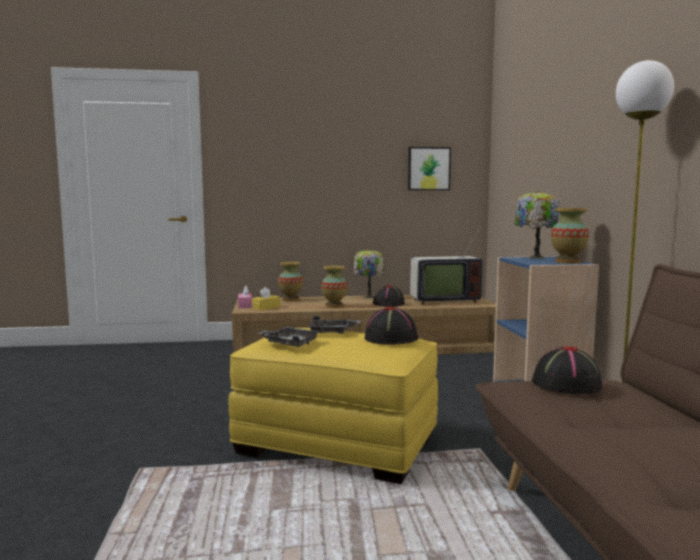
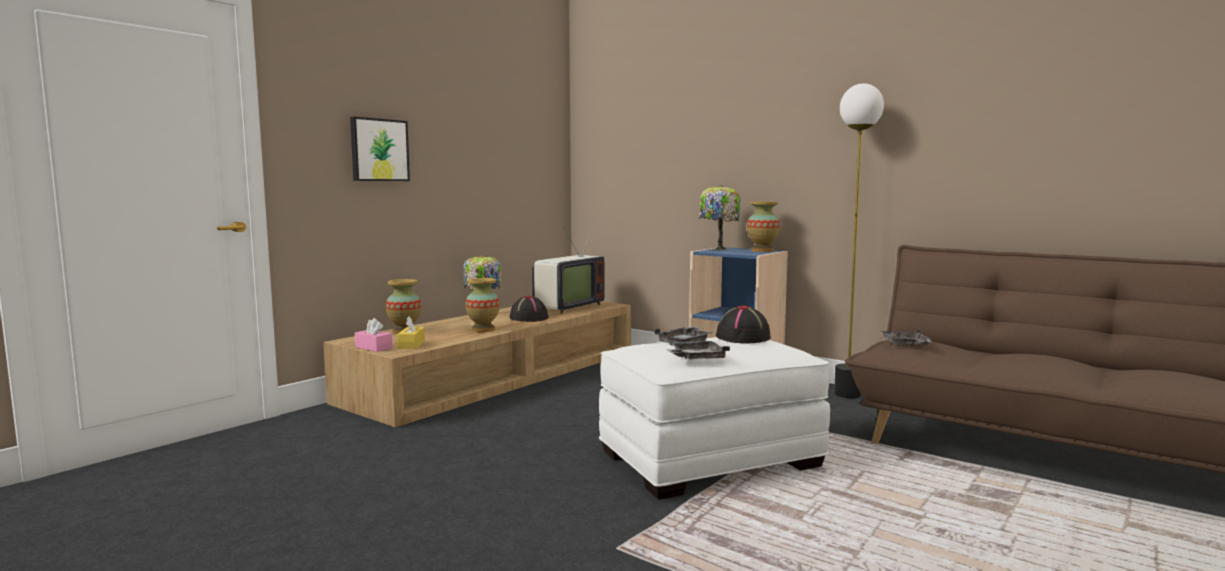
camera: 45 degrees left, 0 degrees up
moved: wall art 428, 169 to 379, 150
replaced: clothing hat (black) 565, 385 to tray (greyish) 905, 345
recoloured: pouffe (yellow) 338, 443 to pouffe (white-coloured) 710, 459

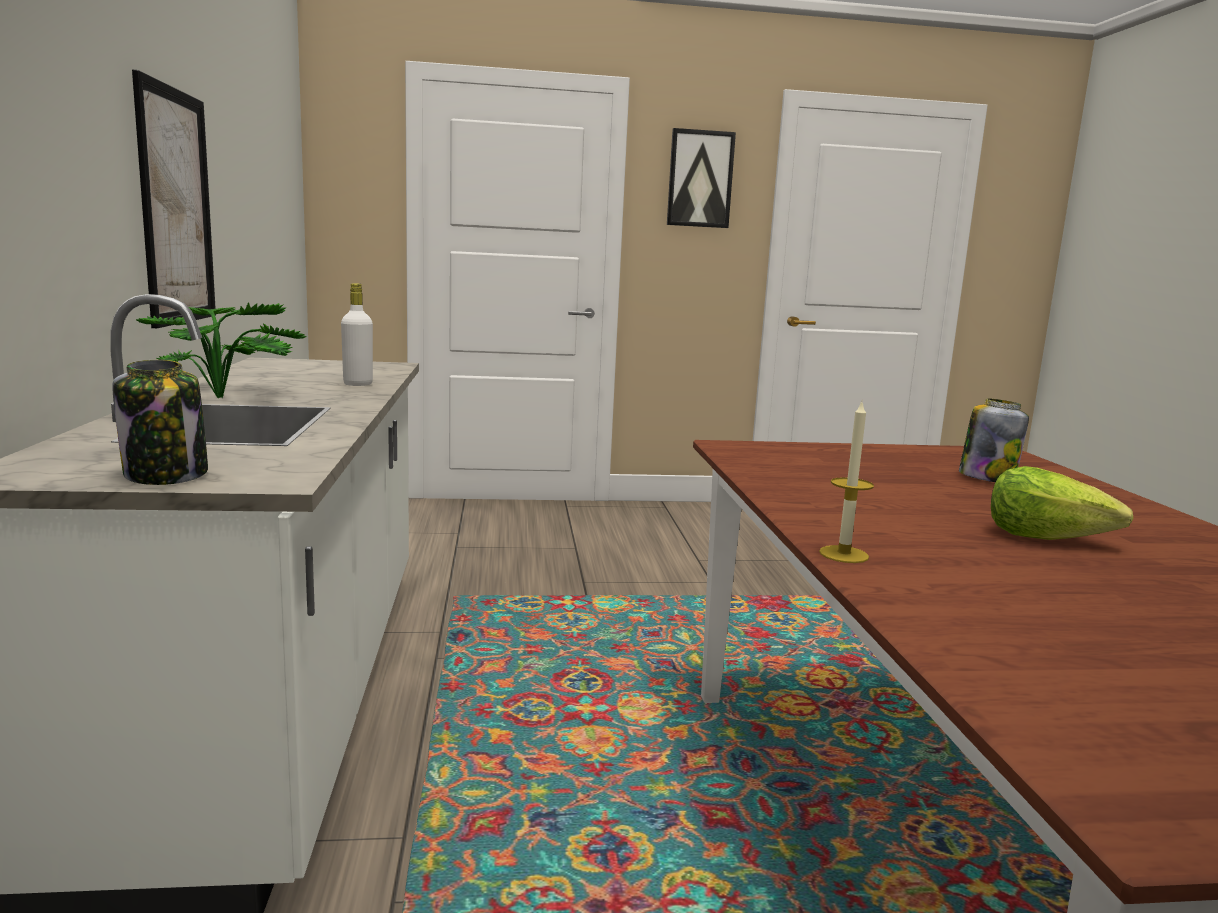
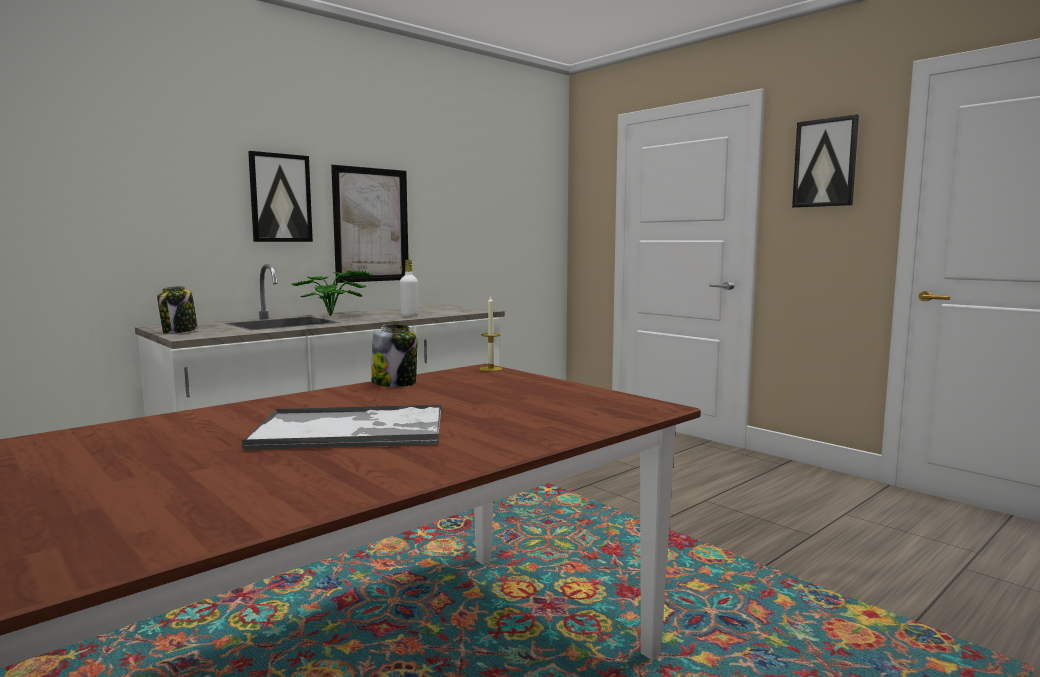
camera: 55 degrees right, 5 degrees down
added: wall art 280, 198
moved: wax candle 843, 554 to 490, 369; jar 986, 478 to 395, 383
replaced: head of lettuce 1046, 537 to tray 353, 430

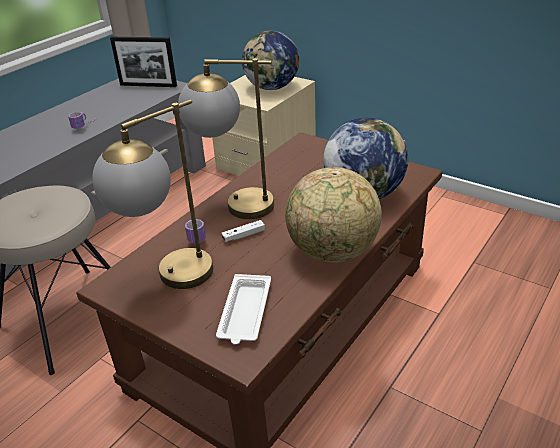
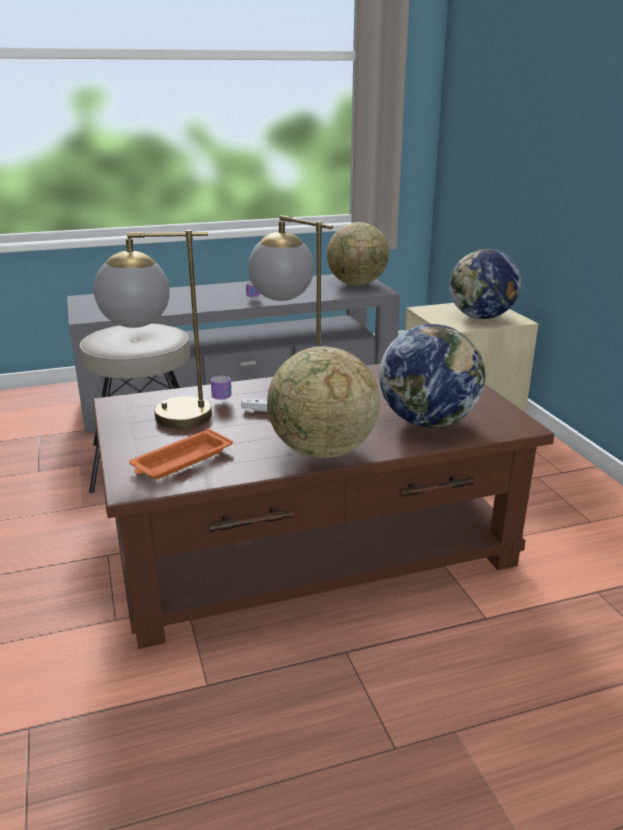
camera: 35 degrees right, 10 degrees down
replaced: photo frame 148, 85 to desk globe 357, 284
recoloured: tray (white-coloured) 245, 313 to tray (orange) 180, 461

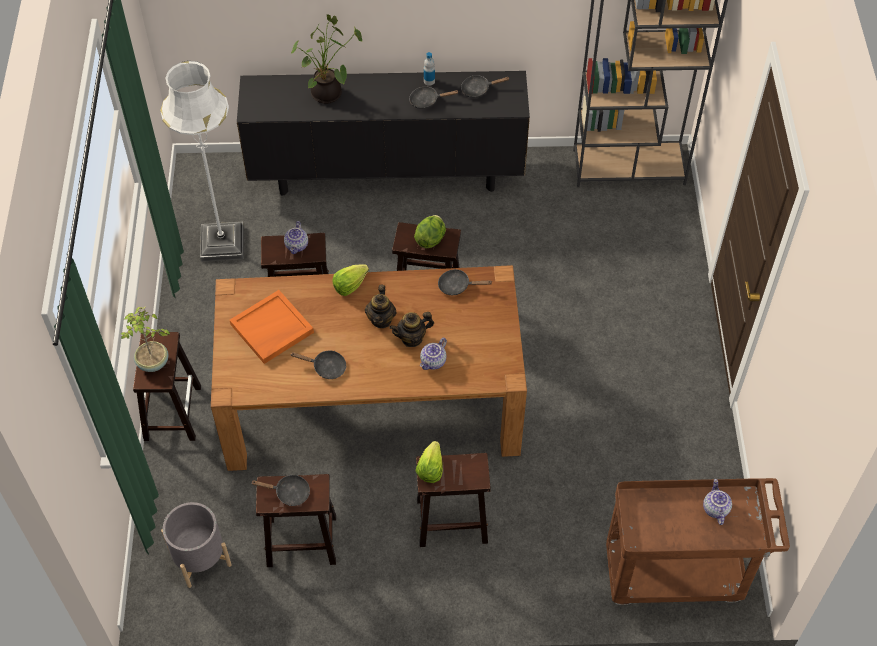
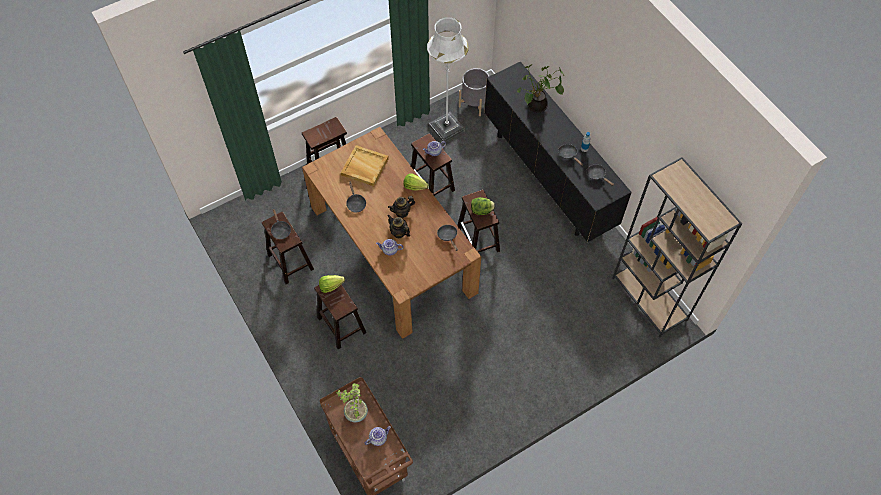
camera: 60 degrees right, 5 degrees up
moved: houseplant 153, 363 to 355, 413; planter (greyish) 200, 558 to 475, 103
recoloured: tray (orange) 271, 329 to tray (sand-coloured) 364, 167

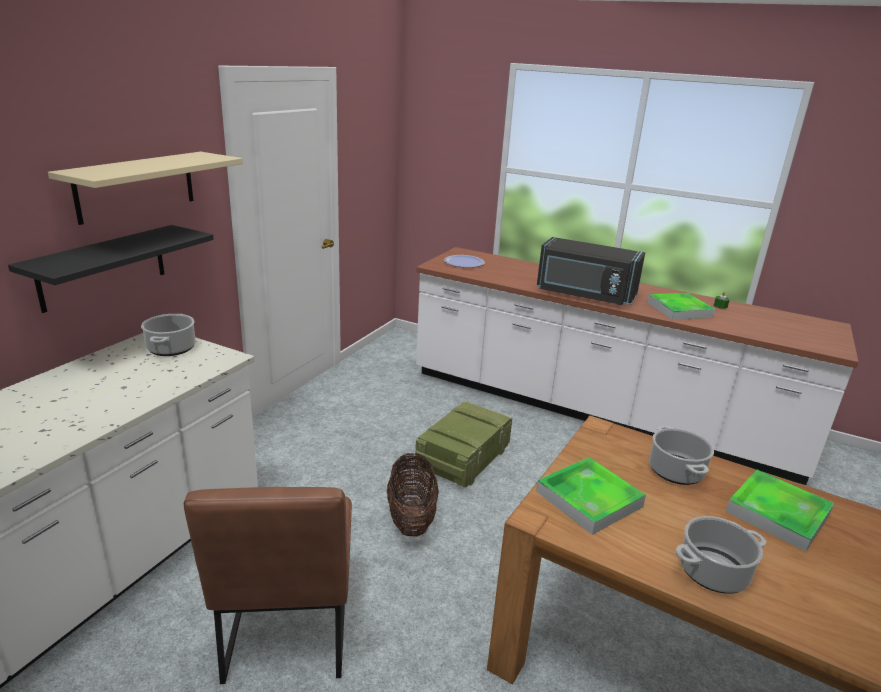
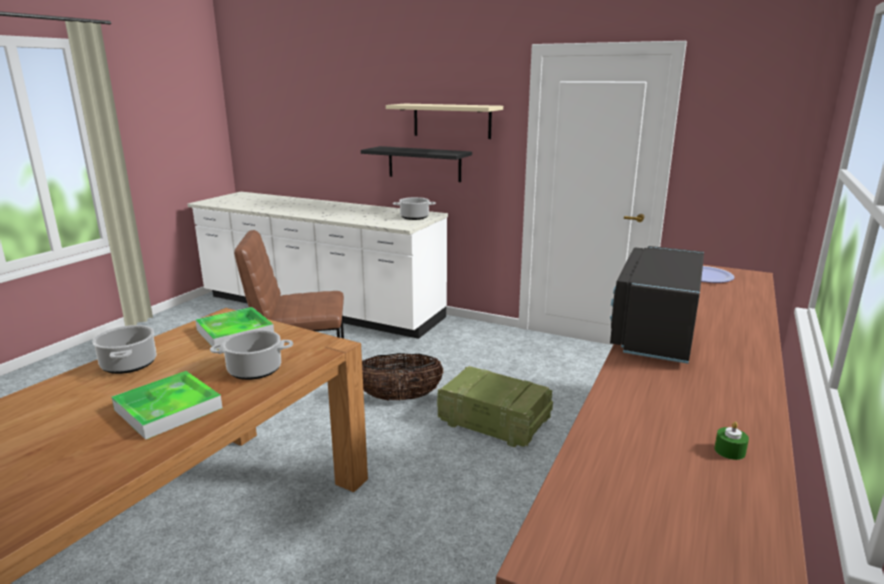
camera: 90 degrees right, 5 degrees down
removed: tray 679, 310

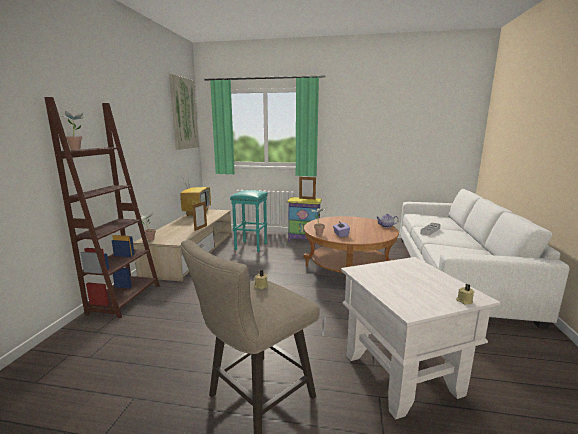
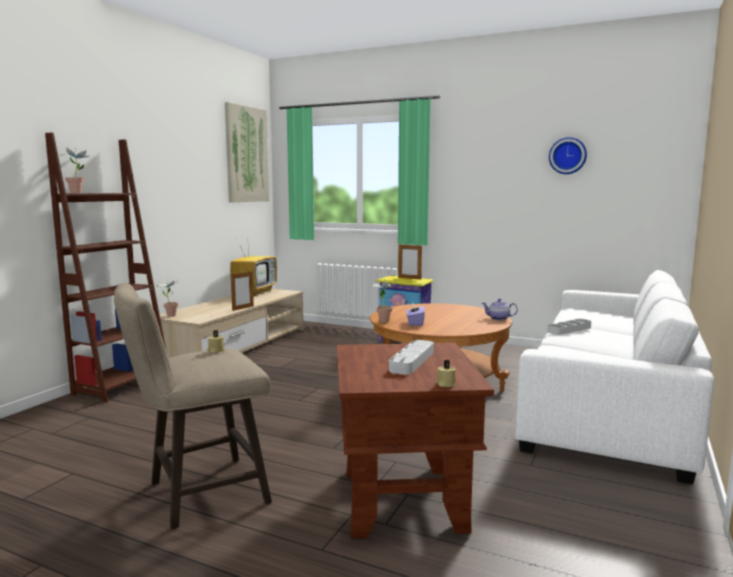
camera: 15 degrees right, 5 degrees down
removed: sitting stool (blue-green) 251, 246
added: tray (greyish) 412, 361; clock on the wall 567, 156
recoloured: end table (white-coloured) 401, 373 to end table (brown) 403, 499

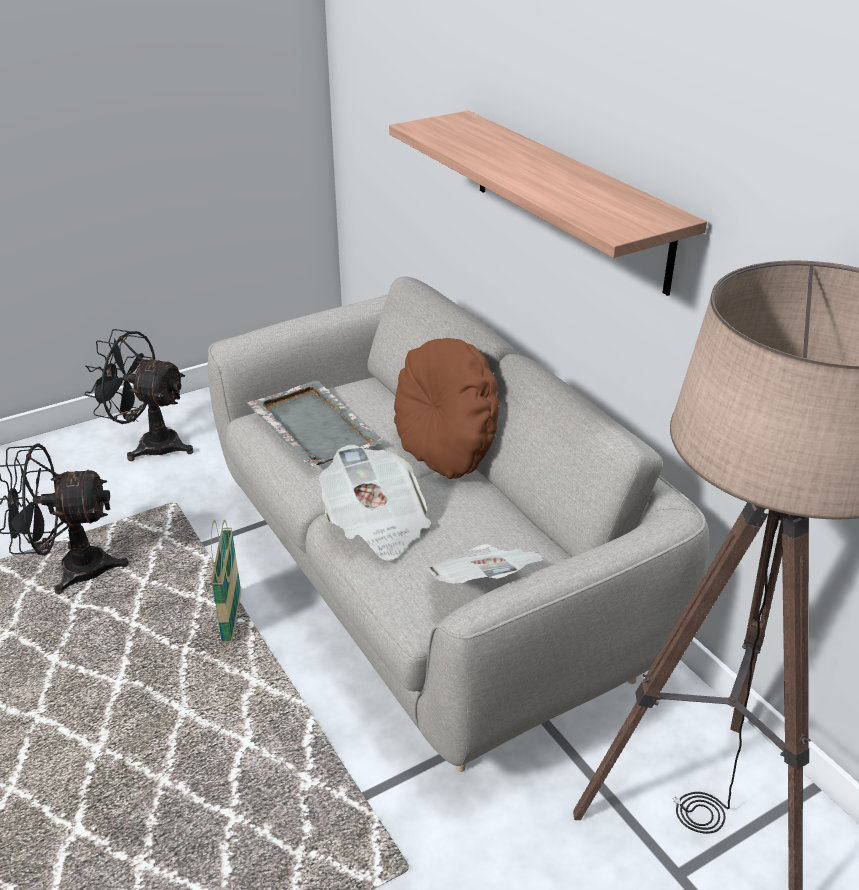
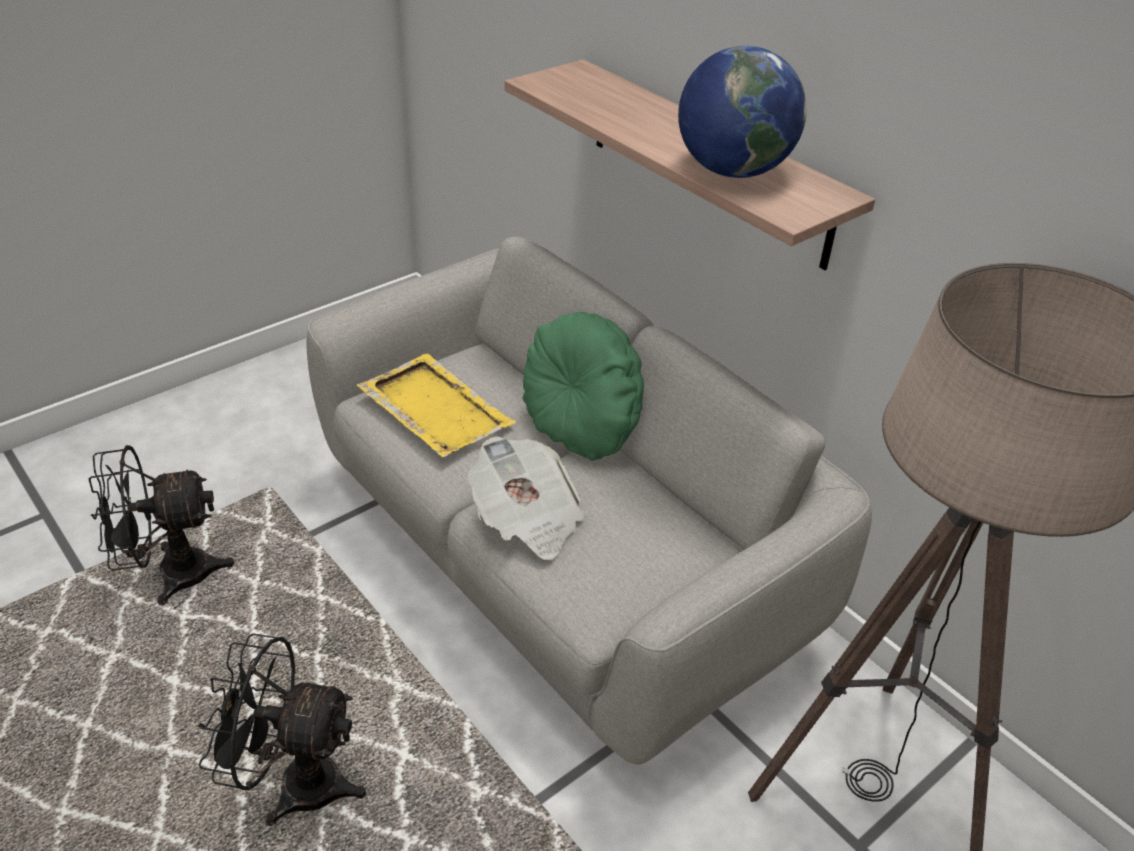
camera: 10 degrees left, 5 degrees up
removed: basket 232, 618; newspaper 482, 586
added: desk globe 732, 171
moved: fan (black) 150, 444 to 295, 783
recoloured: tray (greyish) 313, 426 to tray (yellow) 434, 408; cushion (brown) 444, 457 to cushion (green-coloured) 579, 434

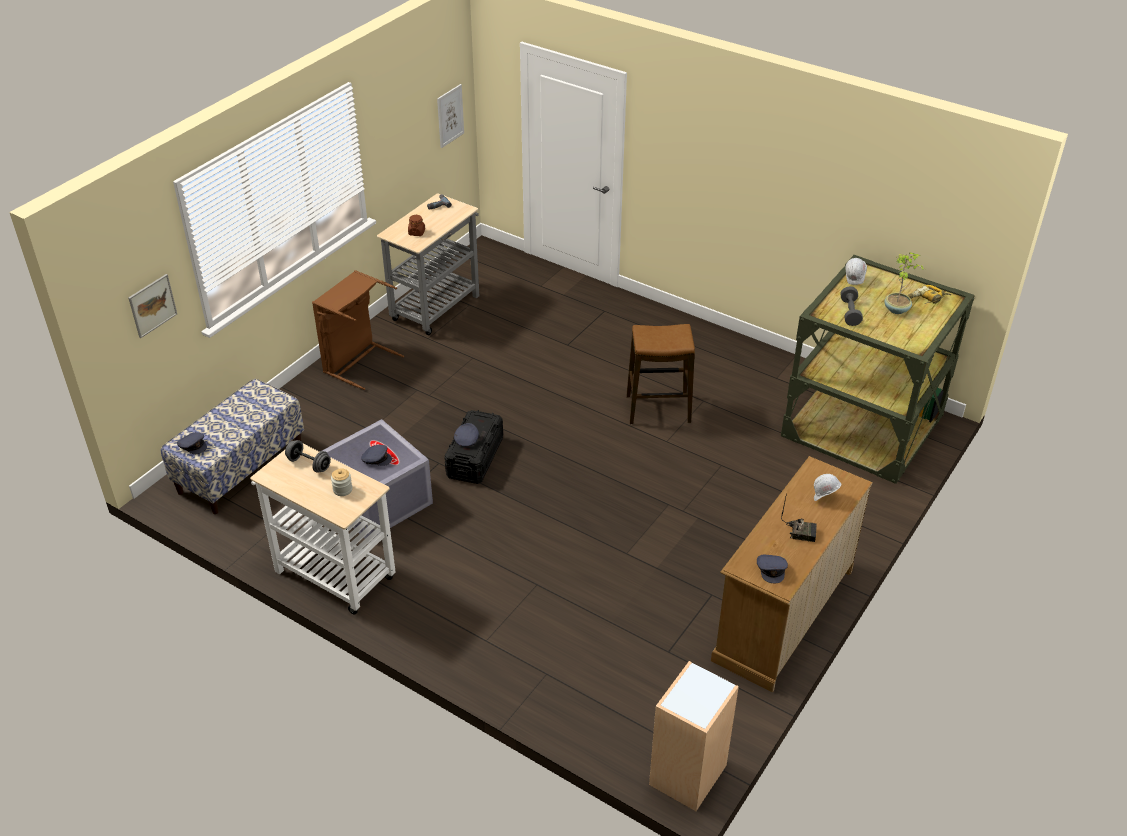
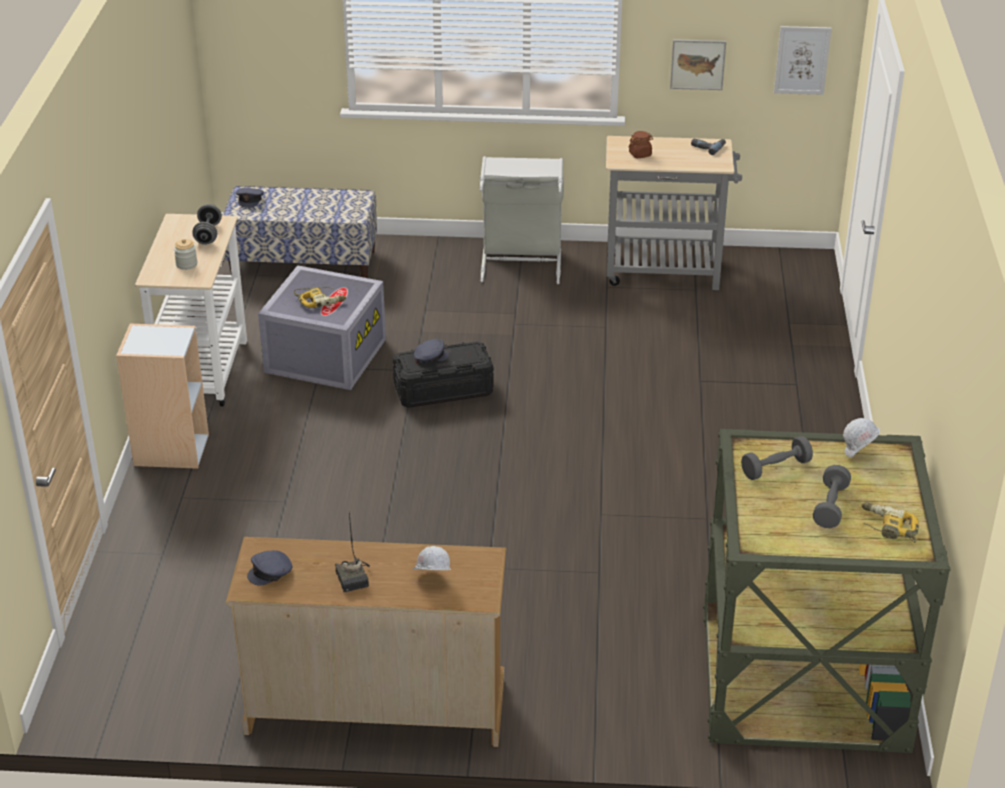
camera: 60 degrees right, 5 degrees down
removed: sitting stool 658, 409
moved: wall art 152, 305 to 697, 64; shelving unit 687, 775 to 170, 450
replaced: cap (greyish) 376, 458 to drill 320, 300; houseplant 897, 309 to hand weight (greyish) 830, 506
recoloured: laundry basket (brown) 357, 362 to laundry basket (greyish) 521, 261

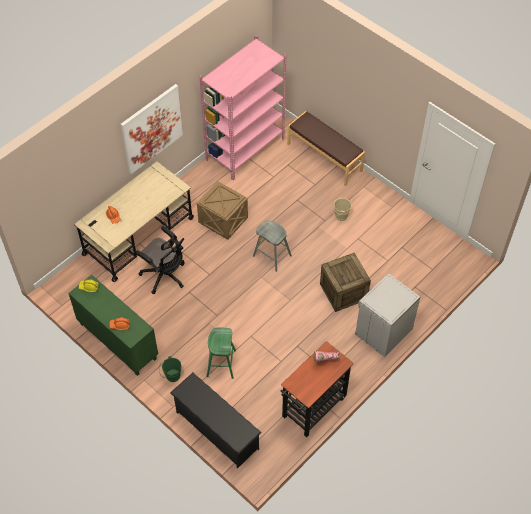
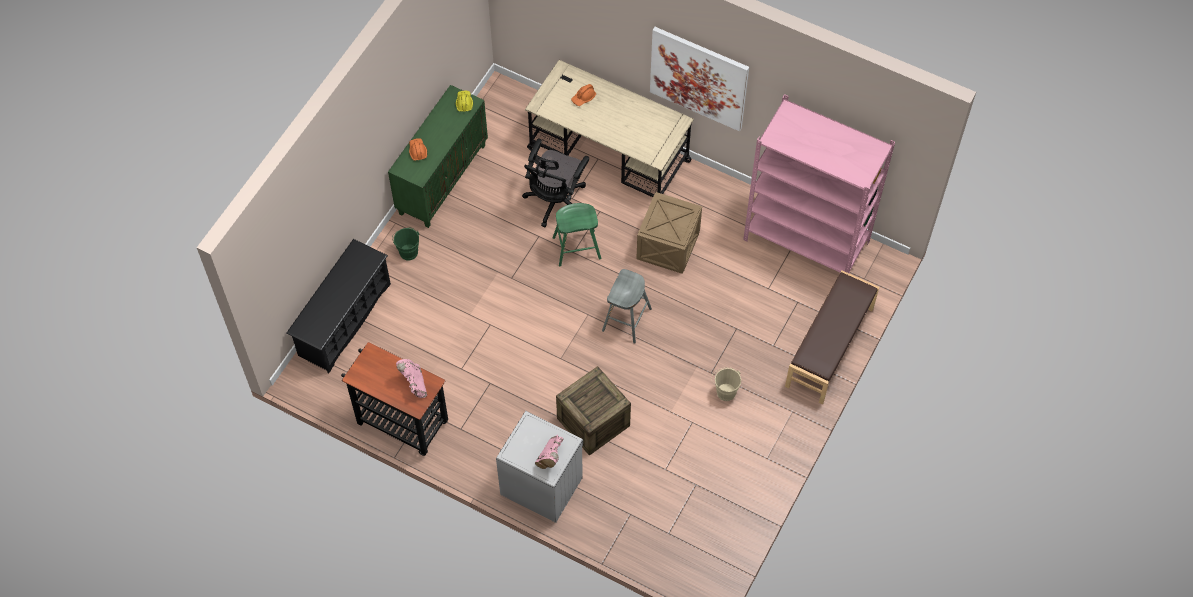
camera: 75 degrees right, 5 degrees up
added: high-top boot (pink) 550, 458
moved: sitting stool (green-coloured) 221, 363 to 576, 248

